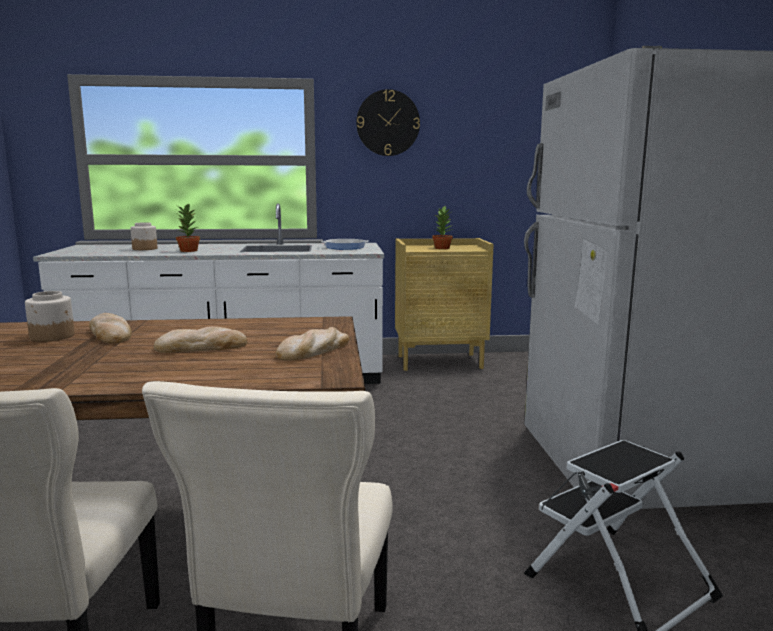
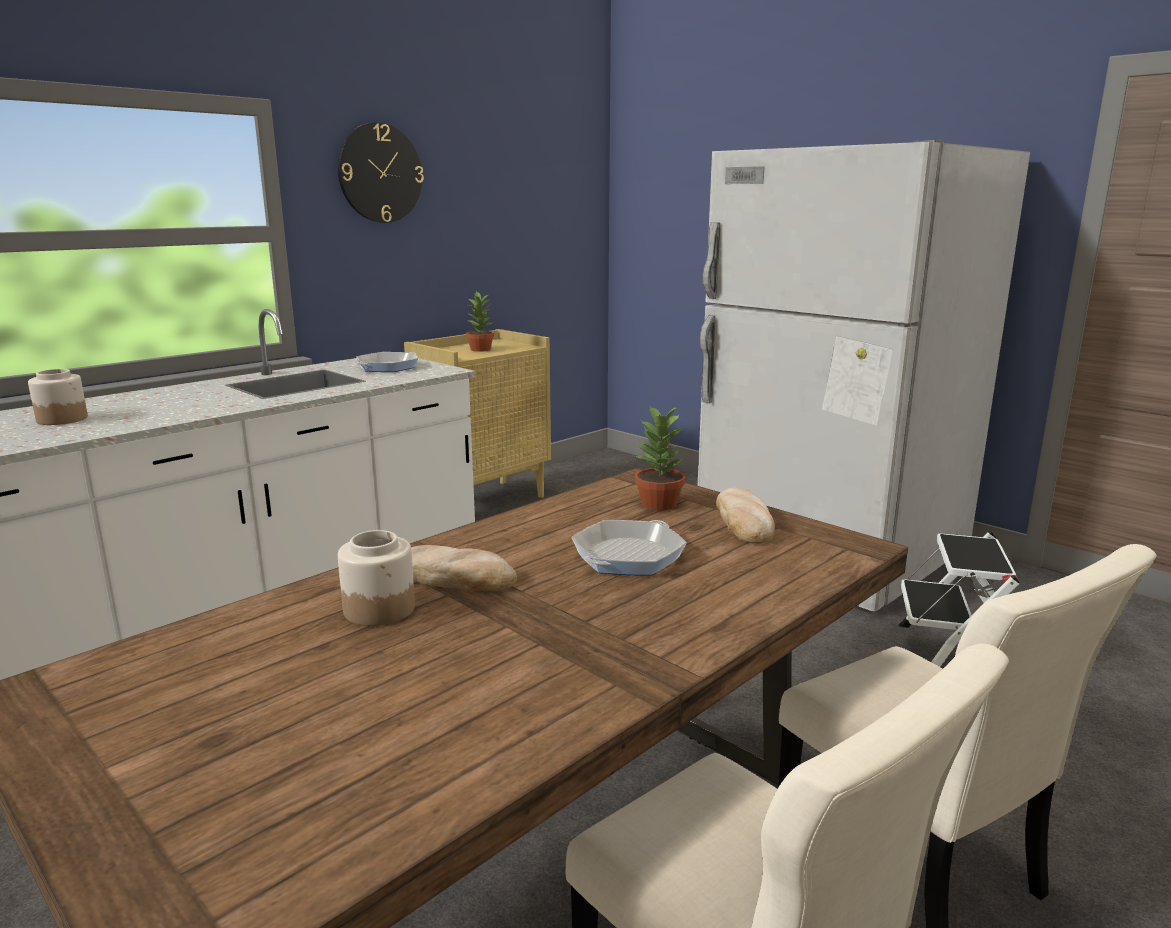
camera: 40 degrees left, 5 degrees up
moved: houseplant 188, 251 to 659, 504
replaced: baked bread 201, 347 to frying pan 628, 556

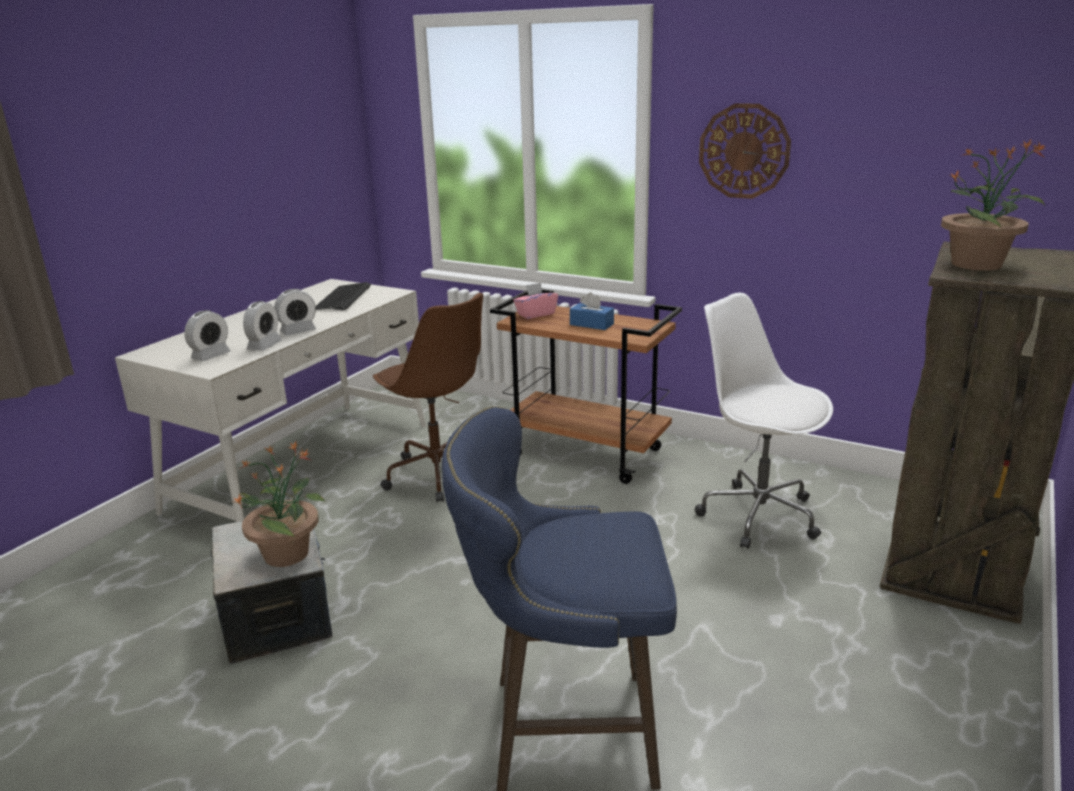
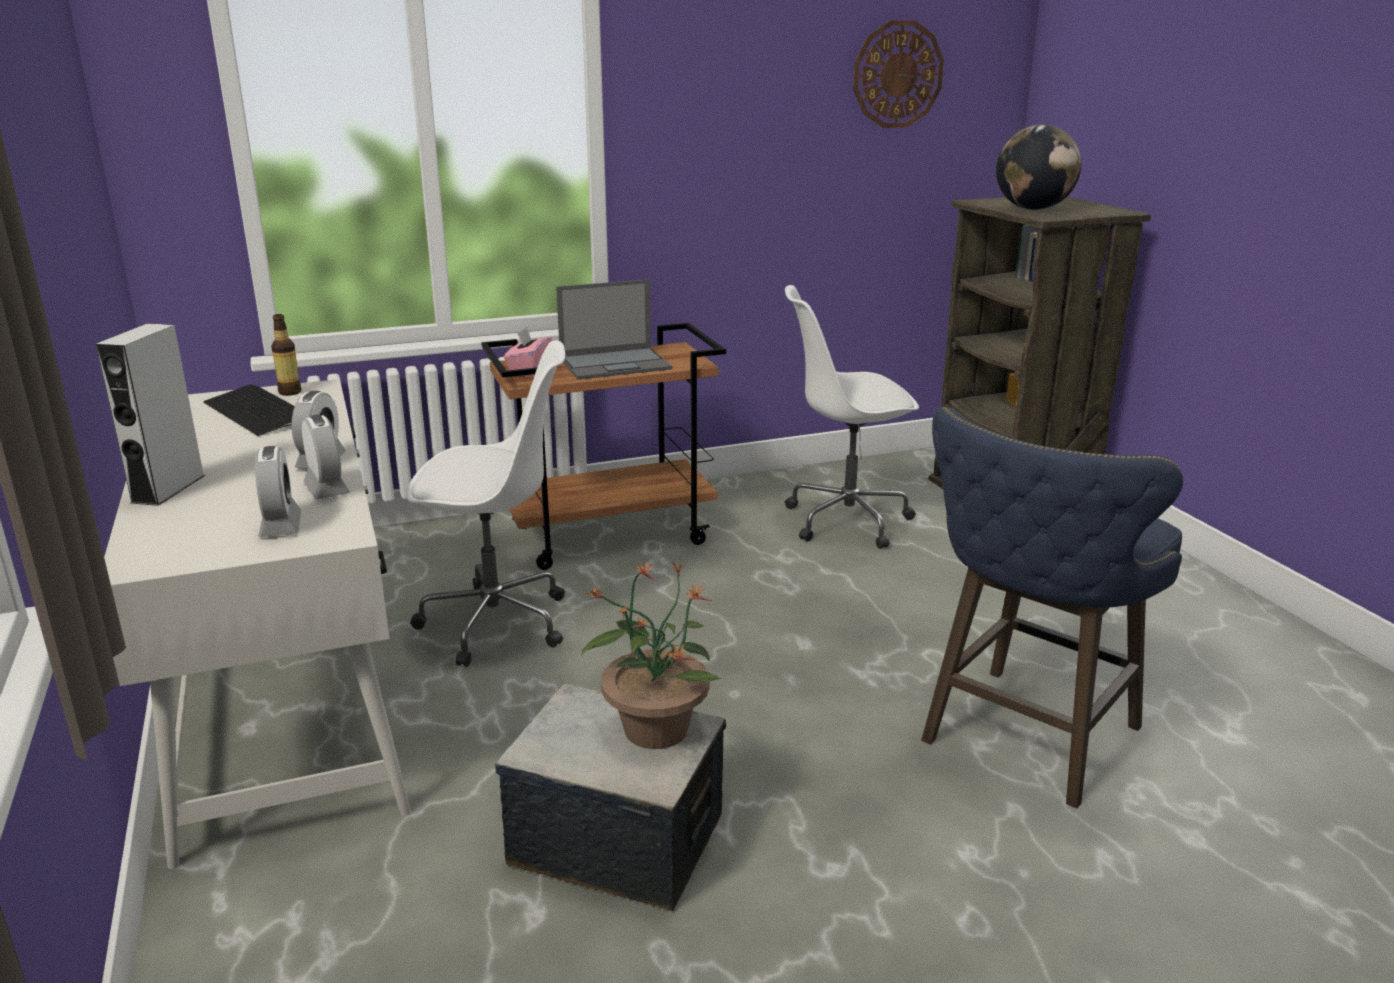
camera: 50 degrees left, 0 degrees up
added: audio speaker (greyish) 168, 489; drink bottle 290, 392
moved: clock on the wall 744, 151 to 897, 74
replaced: tissue box (blue) 591, 324 to portable computer 616, 364; houseplant 977, 264 to desk globe 1033, 209
recoloured: desk chair (brown) 440, 476 to desk chair (white-coloured) 499, 623

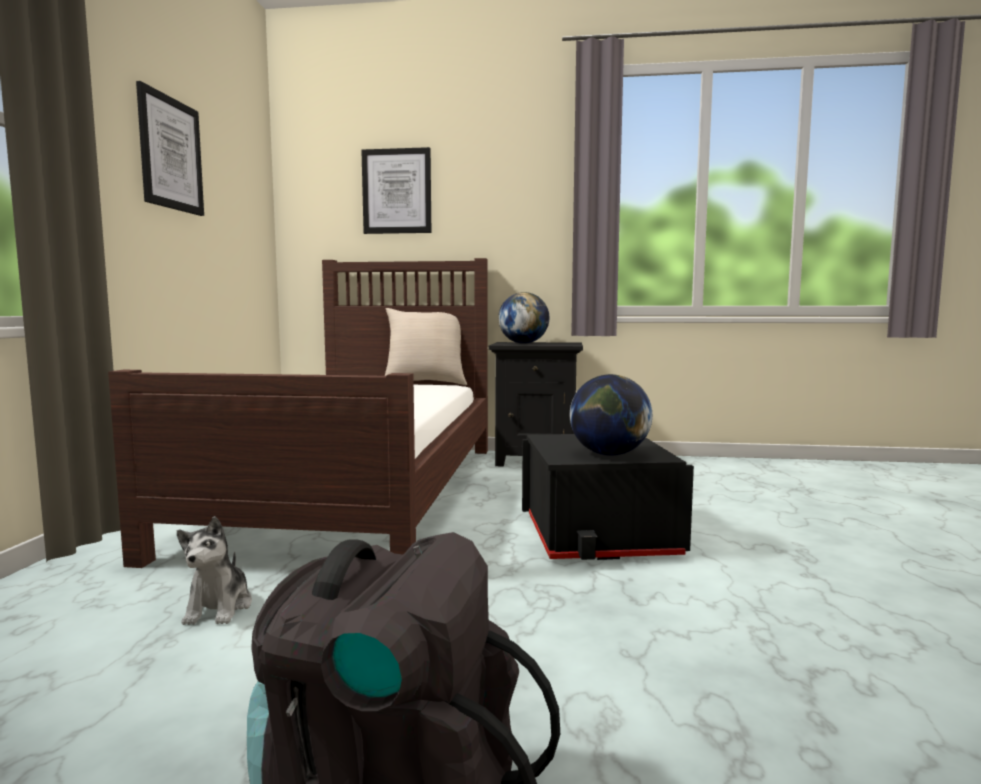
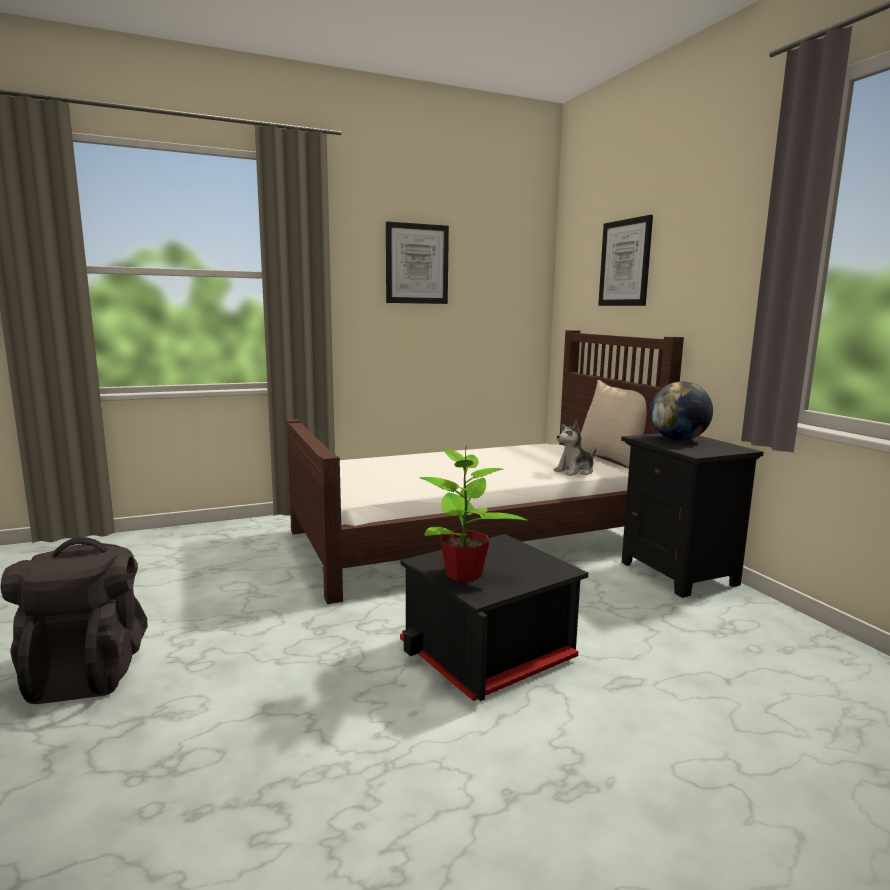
camera: 60 degrees right, 5 degrees up
moved: cuddly toy 219, 608 to 575, 471
replaced: desk globe 609, 454 to houseplant 464, 574

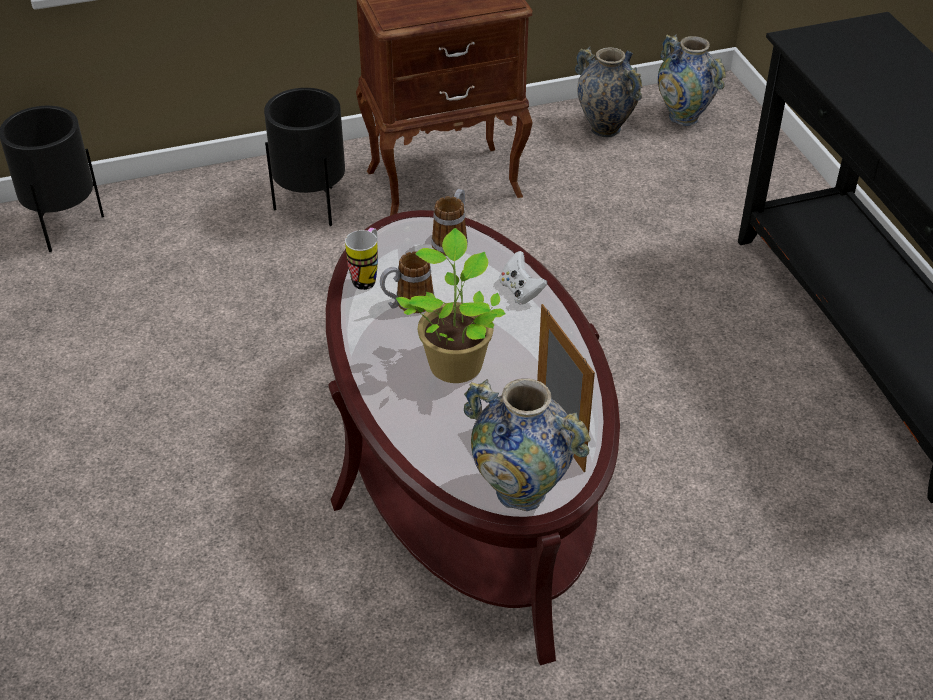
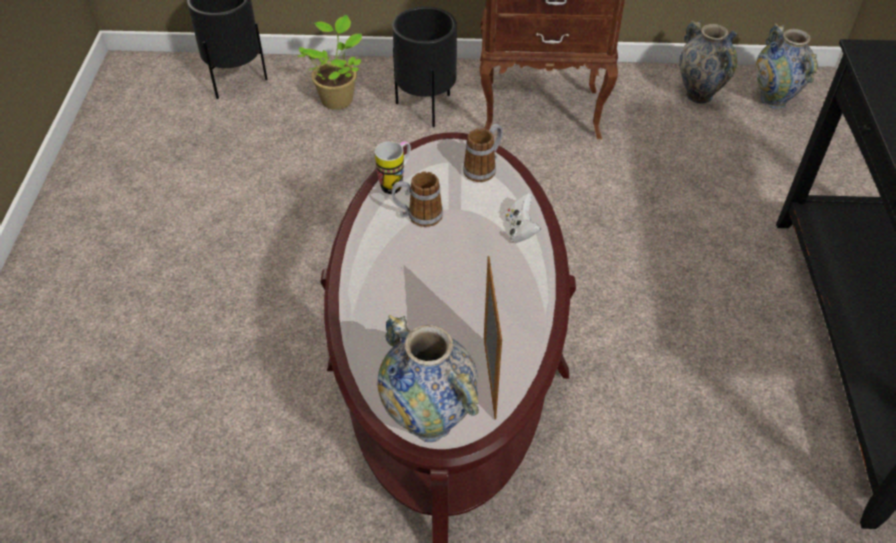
camera: 20 degrees right, 5 degrees up
moved: houseplant 455, 362 to 338, 98

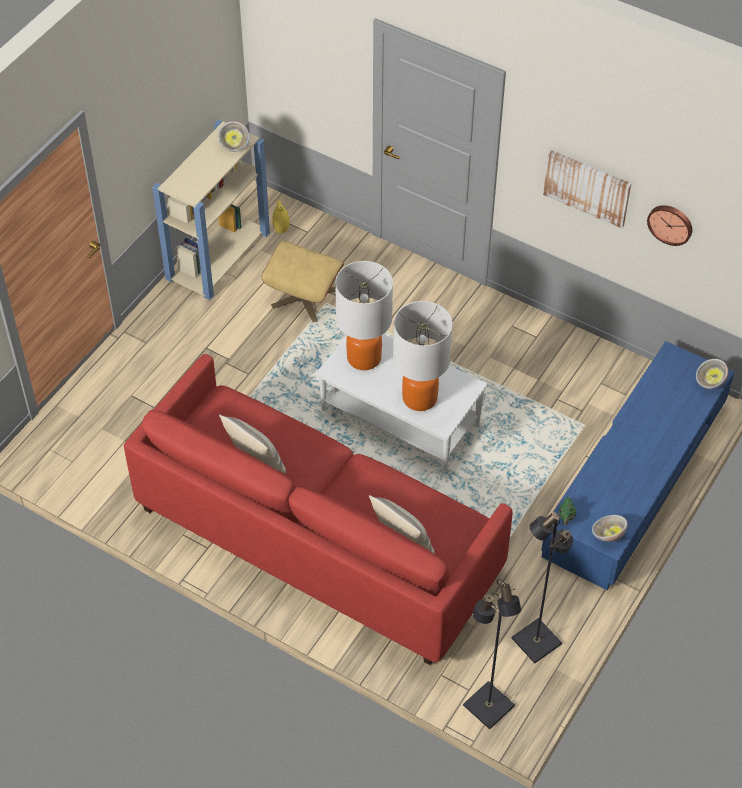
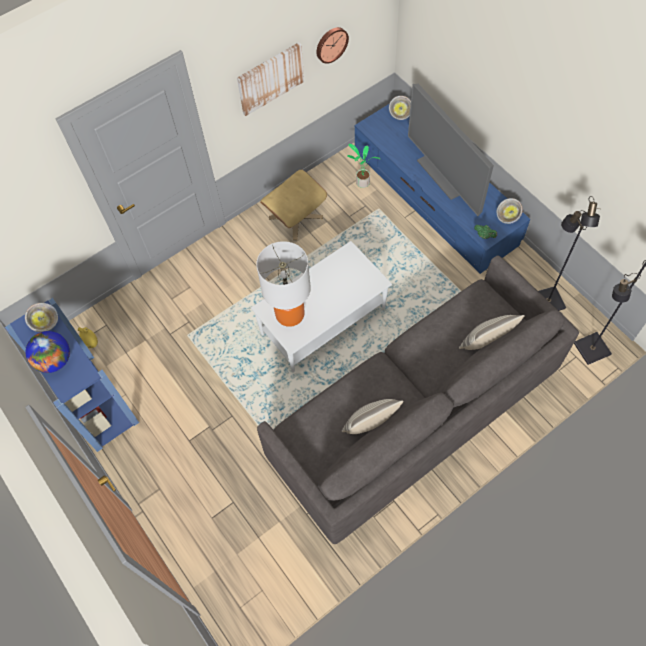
camera: 65 degrees left, 10 degrees up
removed: table lamp 420, 398
added: desk globe 55, 360; houseplant 361, 183; TV set 445, 174
moved: pouffe (sand-coloured) 304, 298 to 295, 217
recoloured: sofa (red) 318, 539 to sofa (greyish) 414, 415; shelving unit (sand-coloured) 219, 255 to shelving unit (blue) 94, 400

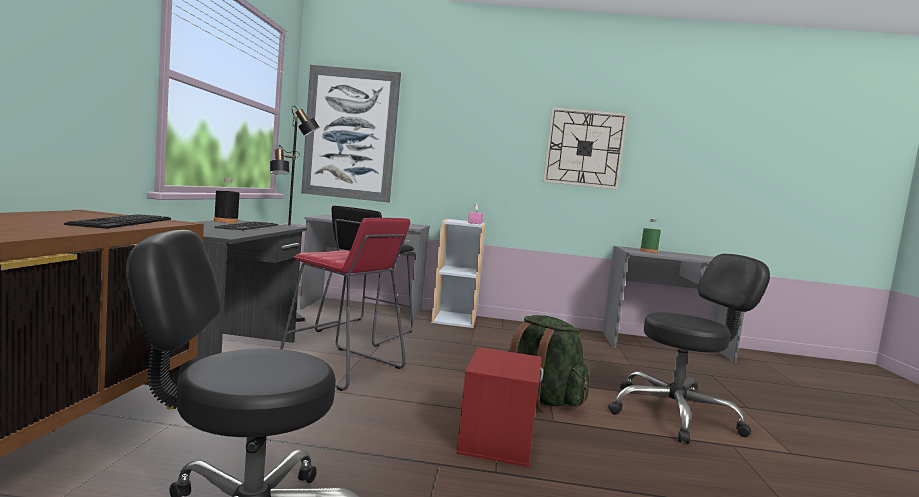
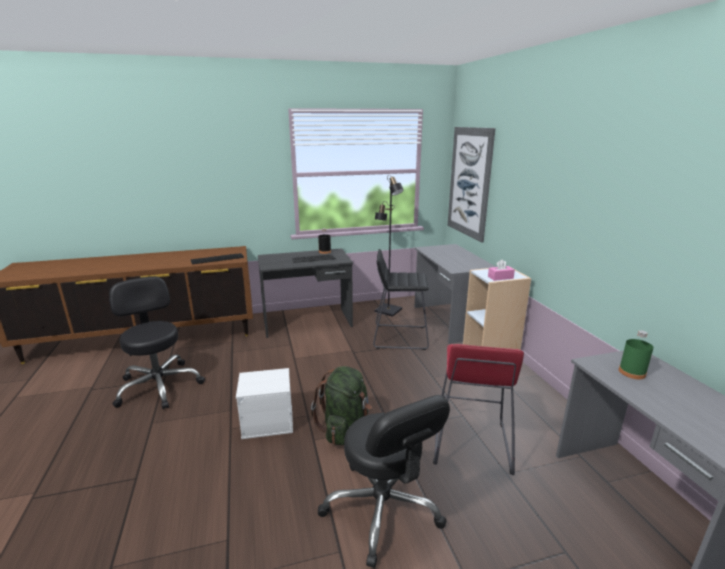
camera: 70 degrees right, 15 degrees up
removed: clock on the wall 584, 148
moved: sitting stool (red) 342, 368 to 470, 443
recoloured: storage bin (red) 495, 440 to storage bin (white-coloured) 268, 421

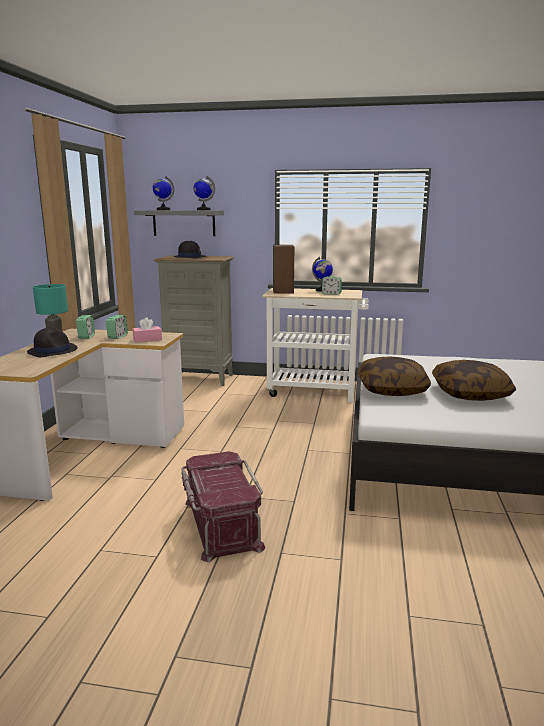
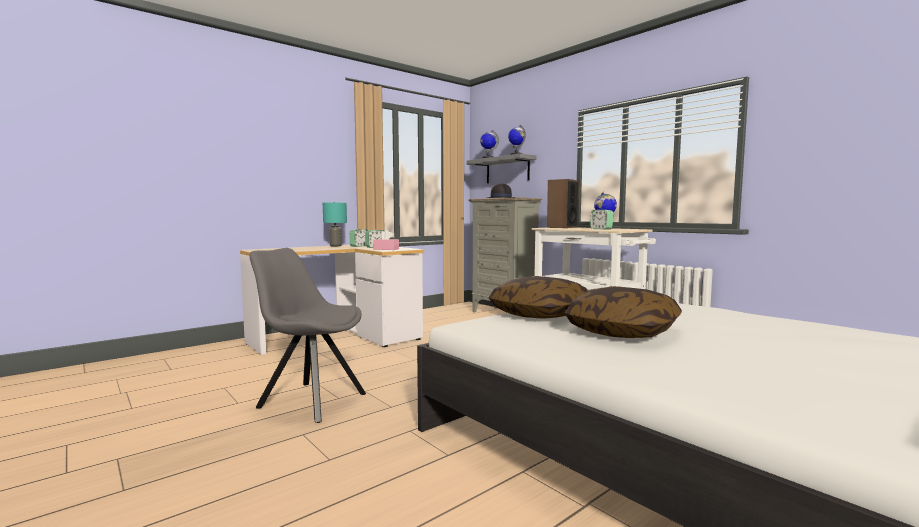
camera: 40 degrees right, 10 degrees down
removed: clothing hat (black) 52, 351
replaced: storage bin (red) 220, 524 to upright chair (greyish) 311, 400

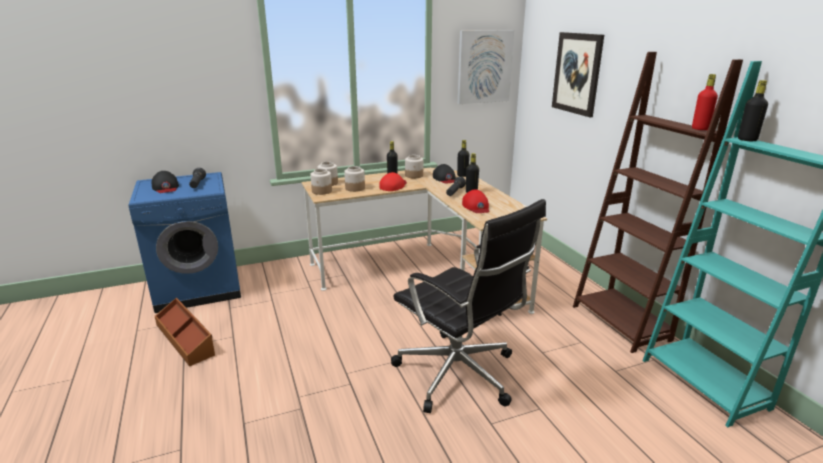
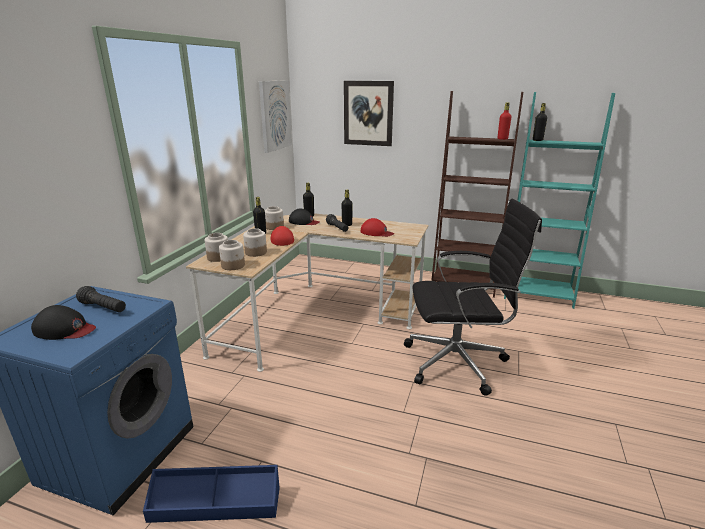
camera: 50 degrees left, 0 degrees up
recoloured: storage bin (brown) 186, 339 to storage bin (blue) 215, 503

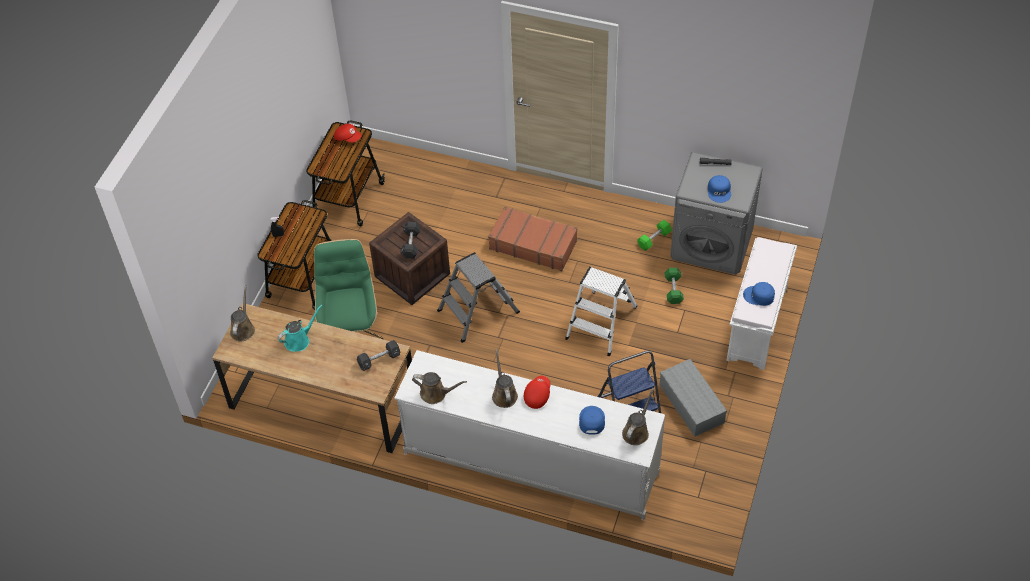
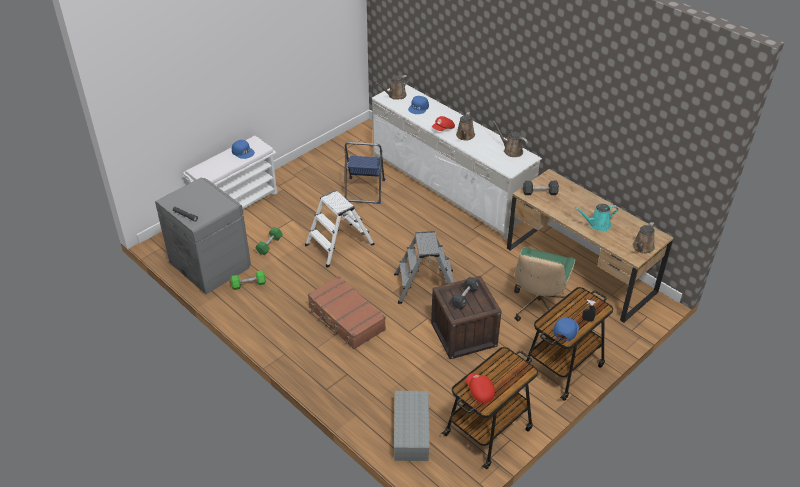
camera: 155 degrees left, 10 degrees down
moved: storage bin (greyish) 692, 404 to 410, 431; cap (blue) 719, 191 to 565, 329

